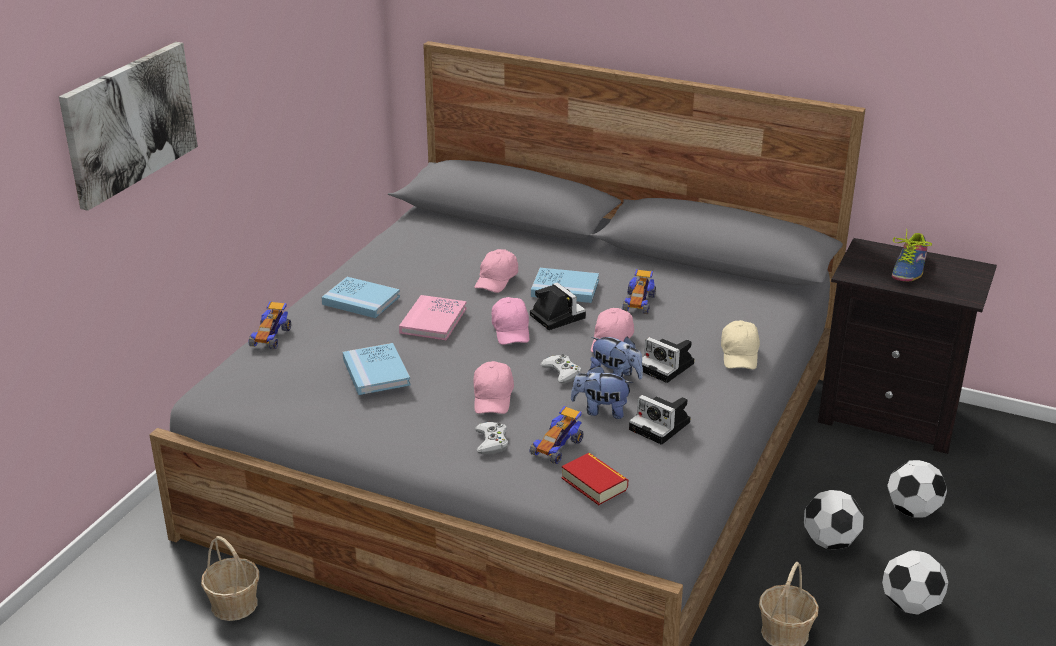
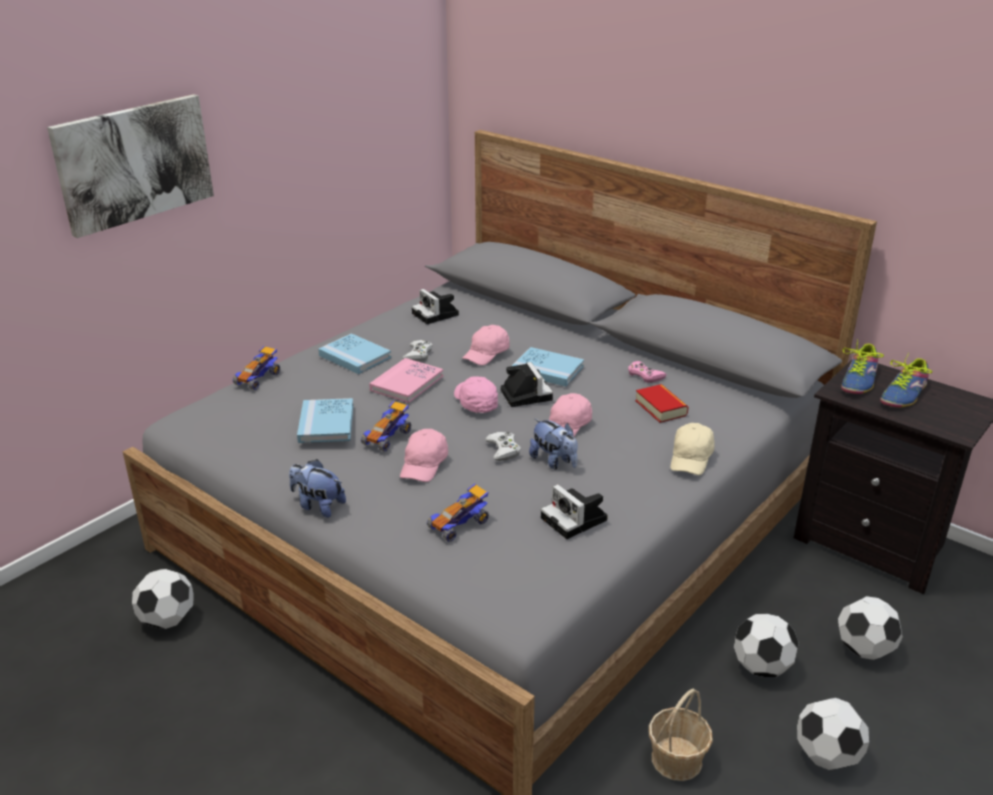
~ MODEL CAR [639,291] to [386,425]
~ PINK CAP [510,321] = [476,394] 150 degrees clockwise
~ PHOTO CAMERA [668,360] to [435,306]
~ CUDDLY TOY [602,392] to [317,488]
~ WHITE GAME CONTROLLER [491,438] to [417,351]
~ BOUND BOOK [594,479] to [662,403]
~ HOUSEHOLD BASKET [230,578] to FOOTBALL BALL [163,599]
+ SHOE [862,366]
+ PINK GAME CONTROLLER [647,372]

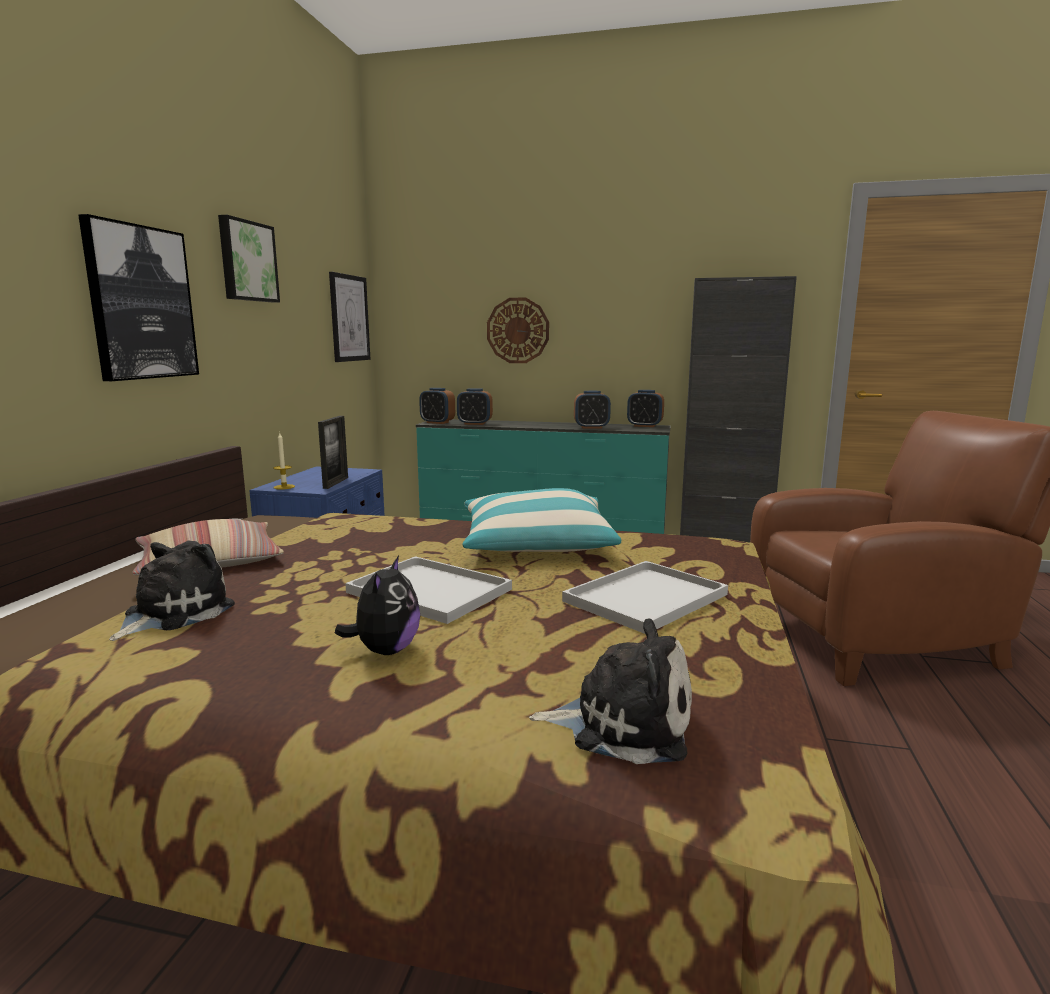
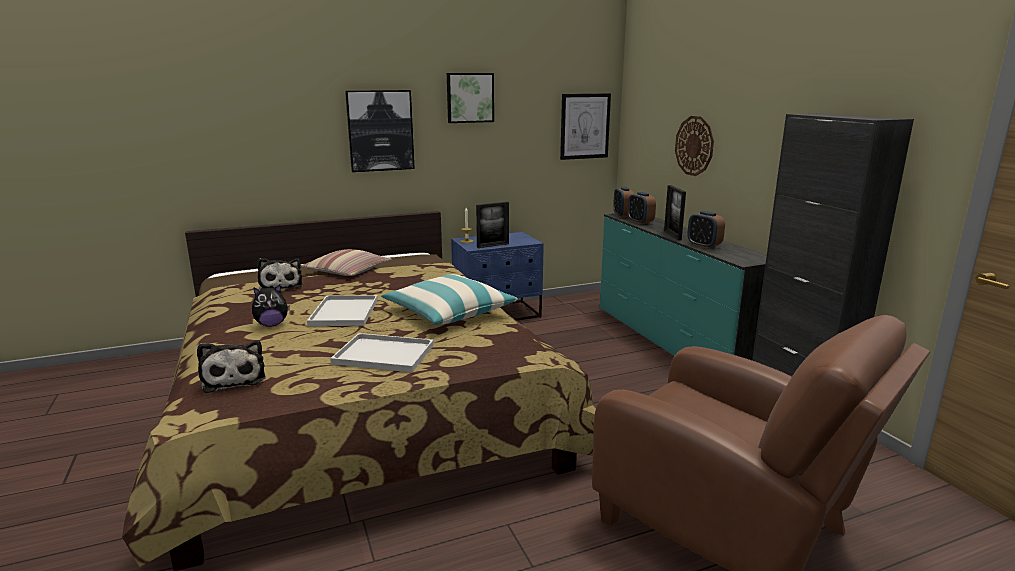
- BEDSIDE CLOCK [645,408]
~ CUDDLY TOY [172,590] = [280,274] 75 degrees clockwise
+ PICTURE FRAME [675,212]

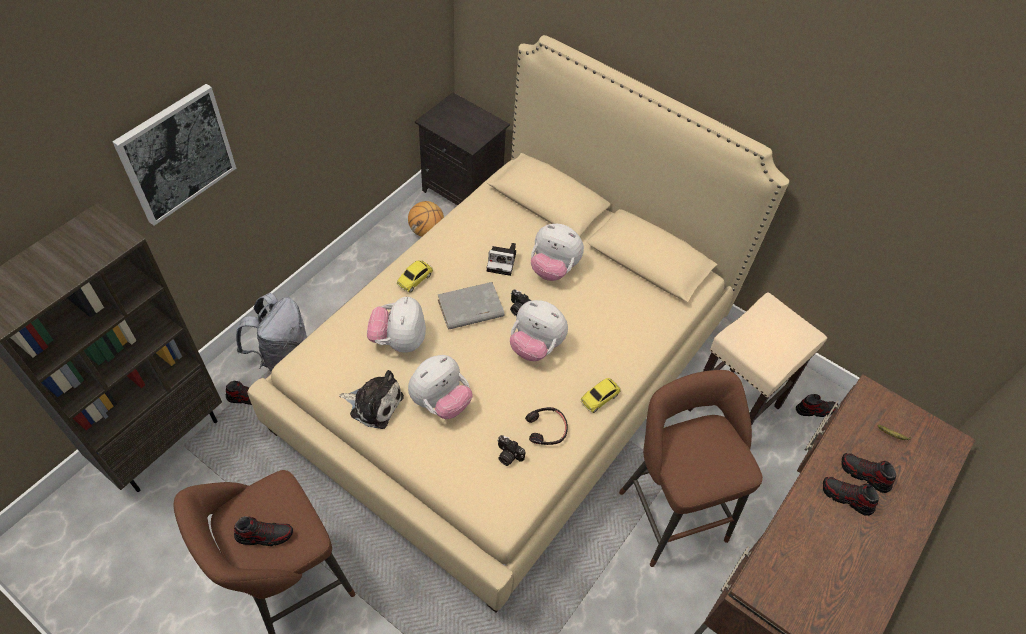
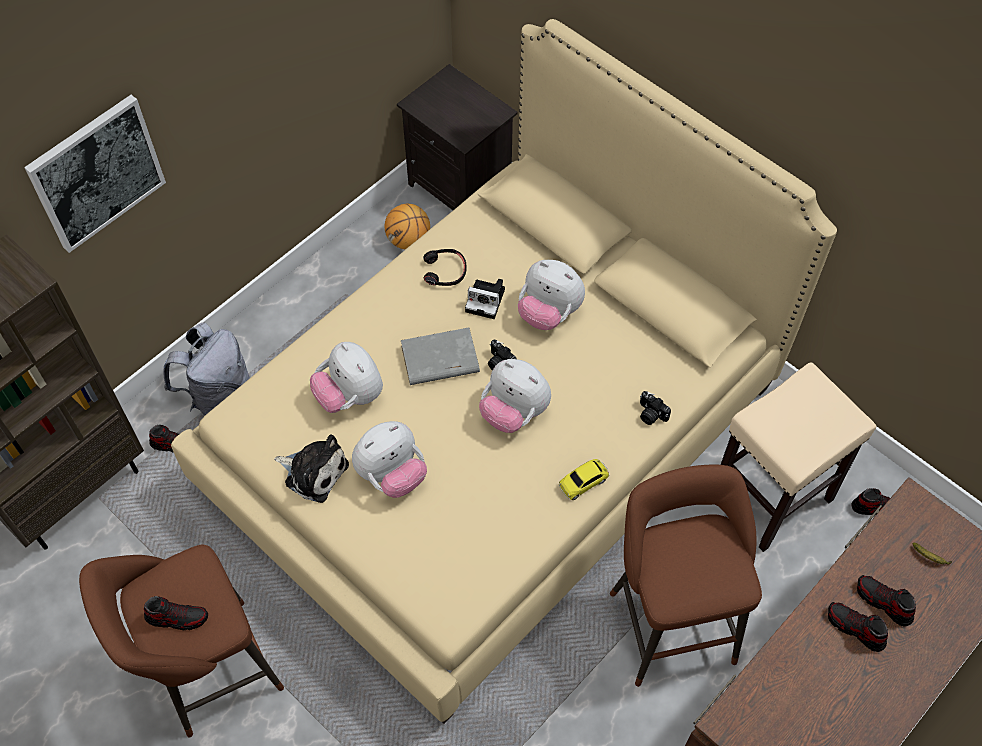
- MODEL CAR [415,276]
~ CUDDLY TOY [396,325] = [346,377] 45 degrees counterclockwise
~ BLACKISH HEADPHONES [546,426] to [445,267]
~ PHOTO CAMERA [511,450] to [655,408]

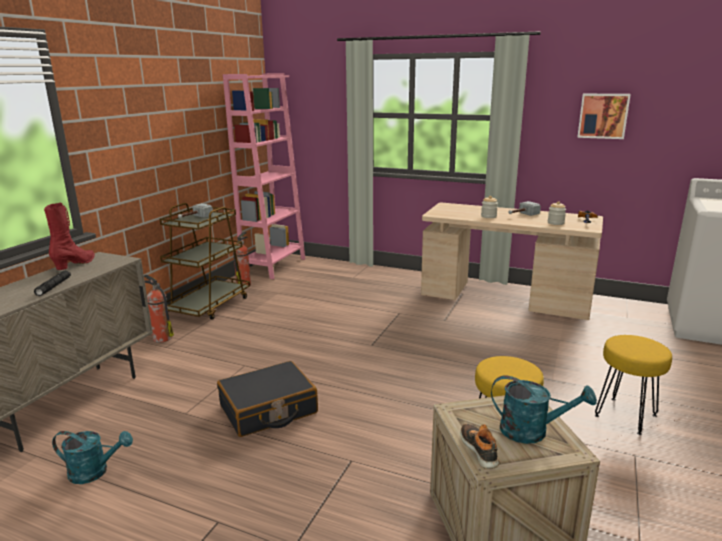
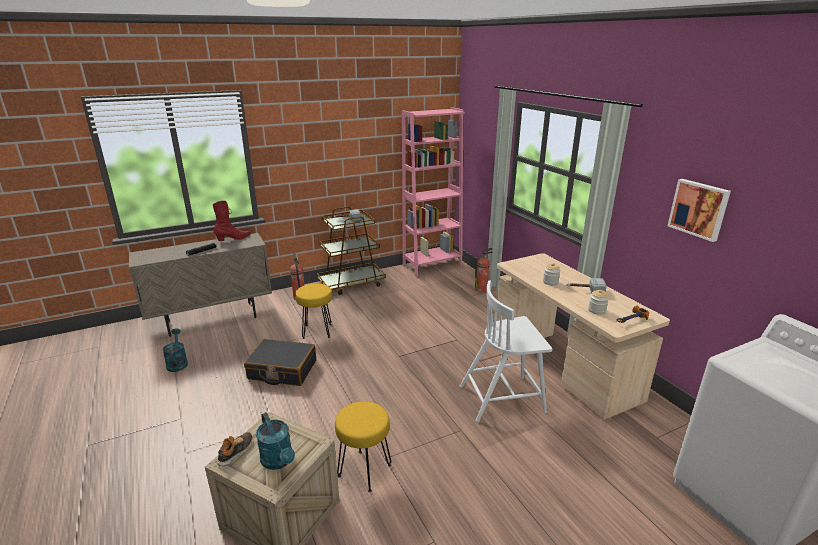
~ FIRE-FIGHTING CYLINDER [242,259] to [484,270]
~ YELLOW SITTING STOOL [633,385] to [313,311]
~ TURQUOISE-COLOURED WATERING POT [92,457] = [175,350] 150 degrees counterclockwise
+ WHITE PLAIN CHAIR [505,351]

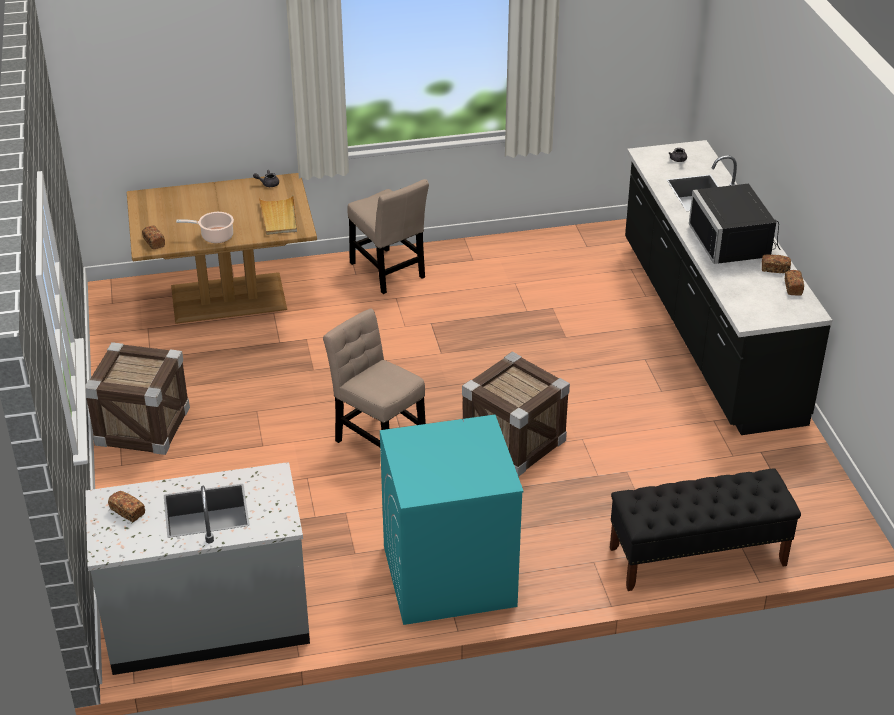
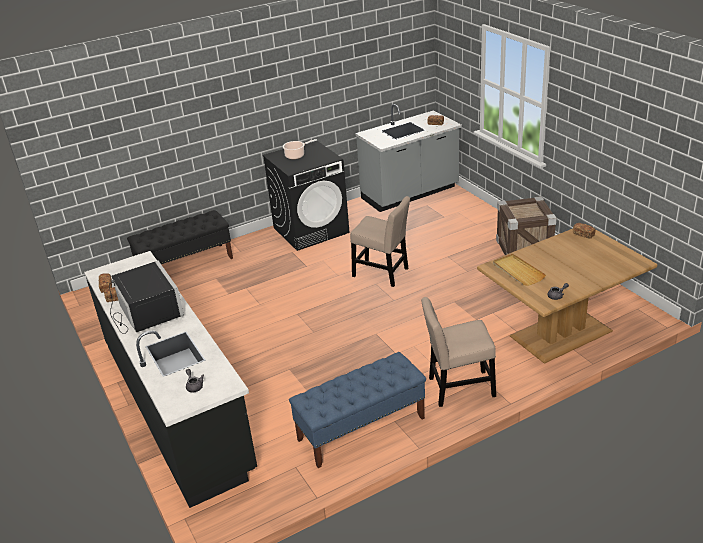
~ SAND-COLOURED PLAIN CHAIR [388,236] = [458,352] 45 degrees counterclockwise
~ COOKING POT [205,227] to [300,149]
- CRATE [516,414]
~ TURQUOISE-COLOURED LAUNDRY APPLIANCE [452,520] to BLACKISH LAUNDRY APPLIANCE [306,196]
+ BLUE-COLOURED INDOOR BENCH [357,410]

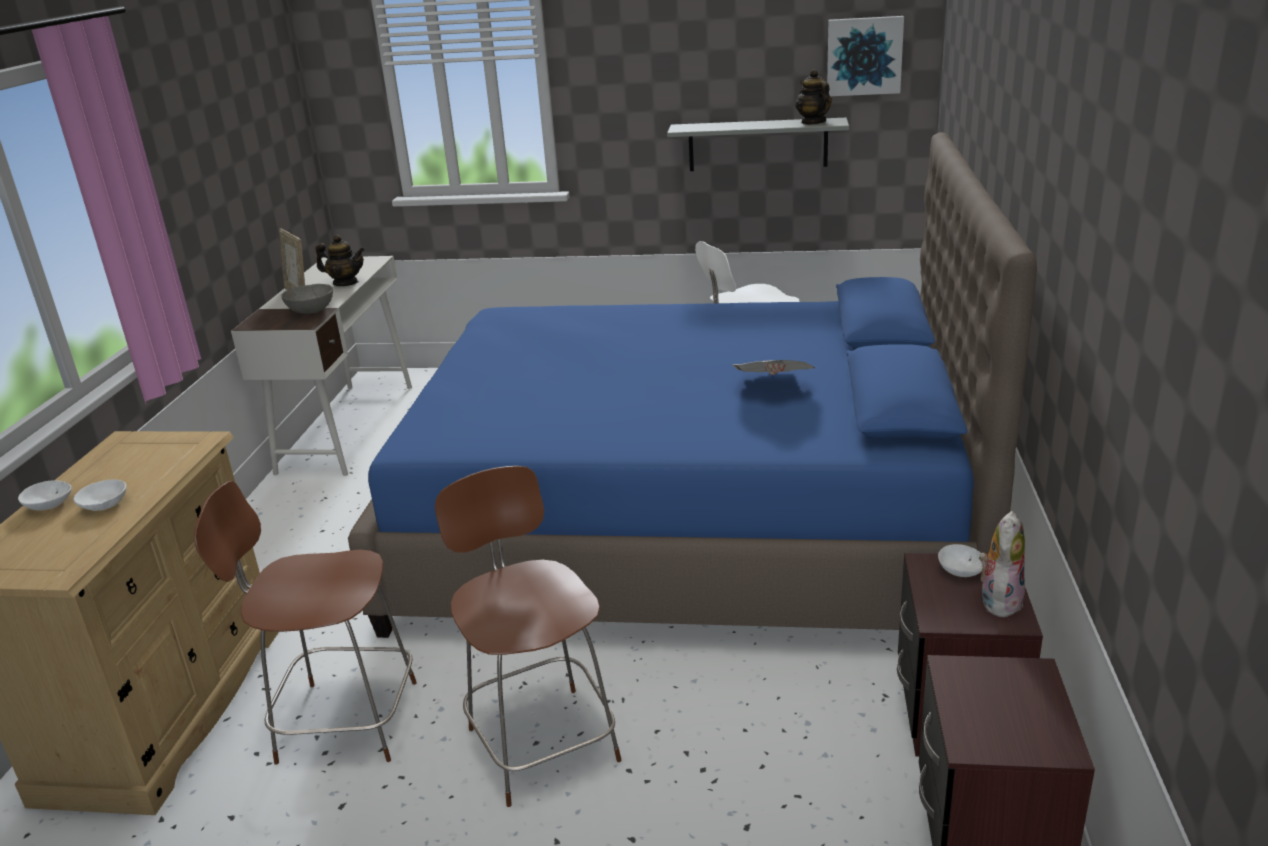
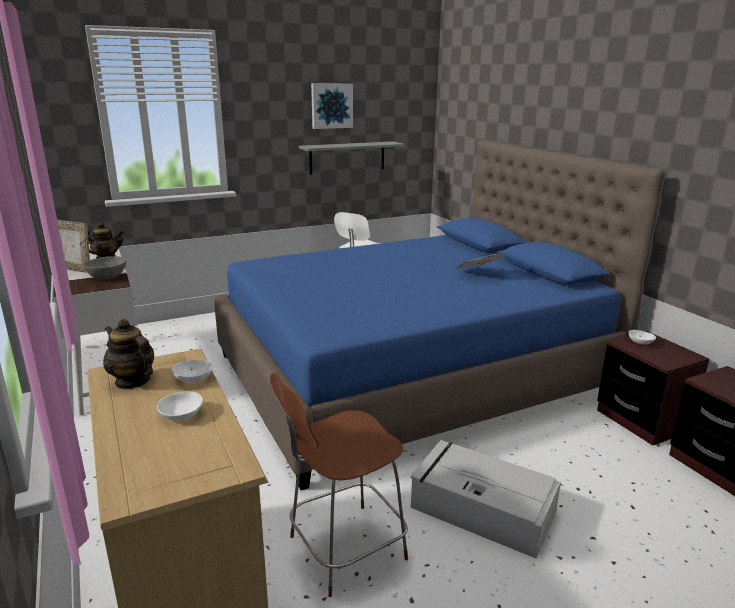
~ WALL PICTURE [865,56] to [332,106]
~ TEA POT [814,97] to [128,354]
~ BROWNISH PLAIN CHAIR [528,636] to GRAY STORAGE BOX [486,499]
~ WHITE SERVING BOWL [45,495] to [192,371]
- CUDDLY TOY [1002,564]

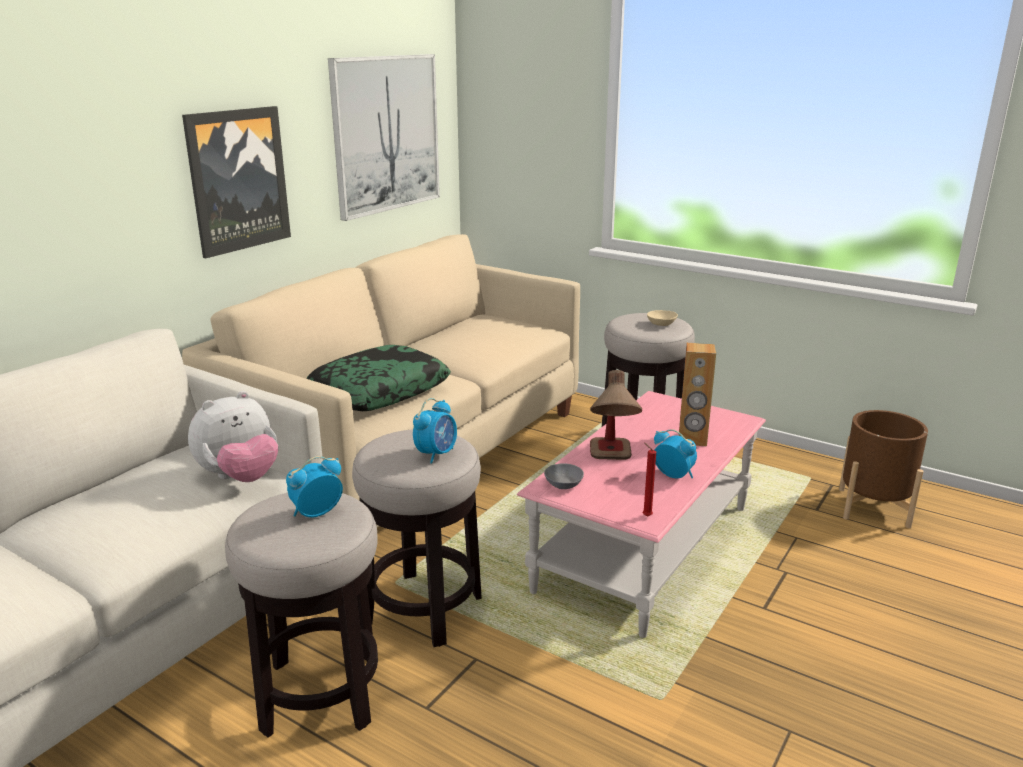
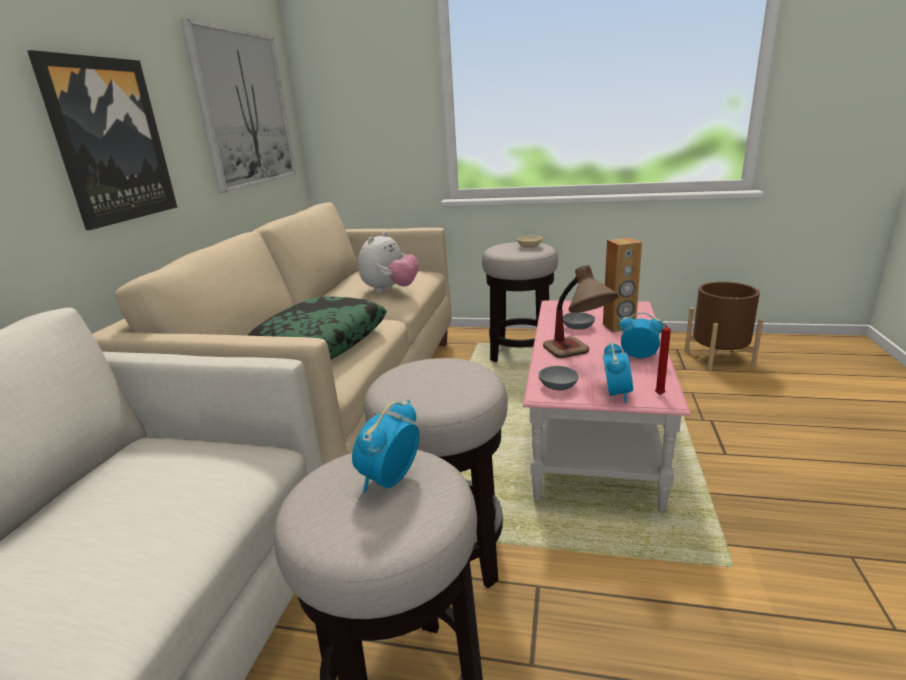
~ CUDDLY TOY [233,436] to [388,262]
~ BEDSIDE CLOCK [435,431] to [618,372]
+ GRAY SERVING BOWL [579,321]

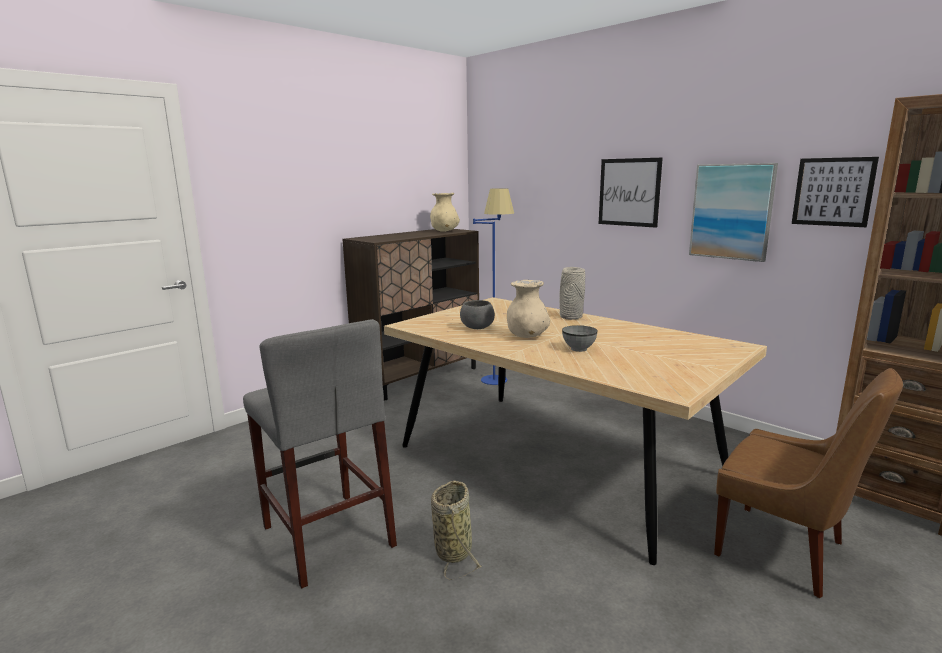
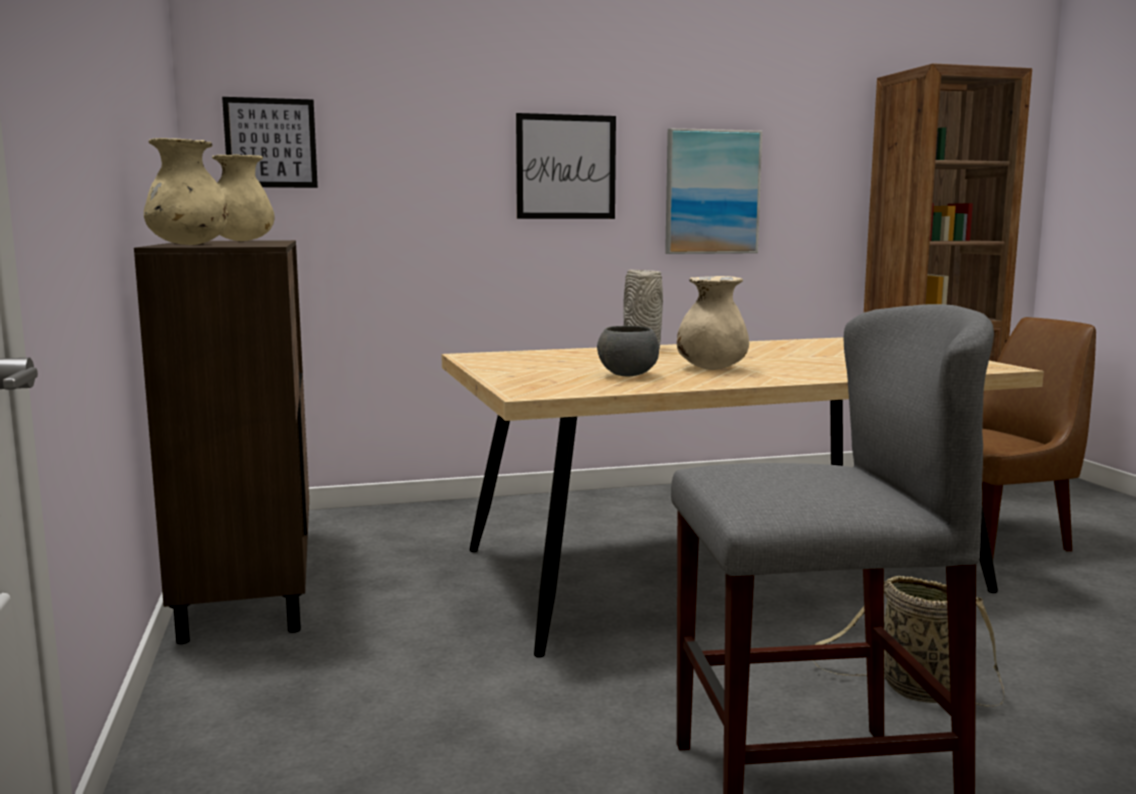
~ WALL PICTURE [835,192] to [270,142]
- BLUE-COLOURED STANDING LAMP [493,286]
- GRAY SERVING BOWL [579,338]
+ SAND-COLOURED VASE [186,191]

